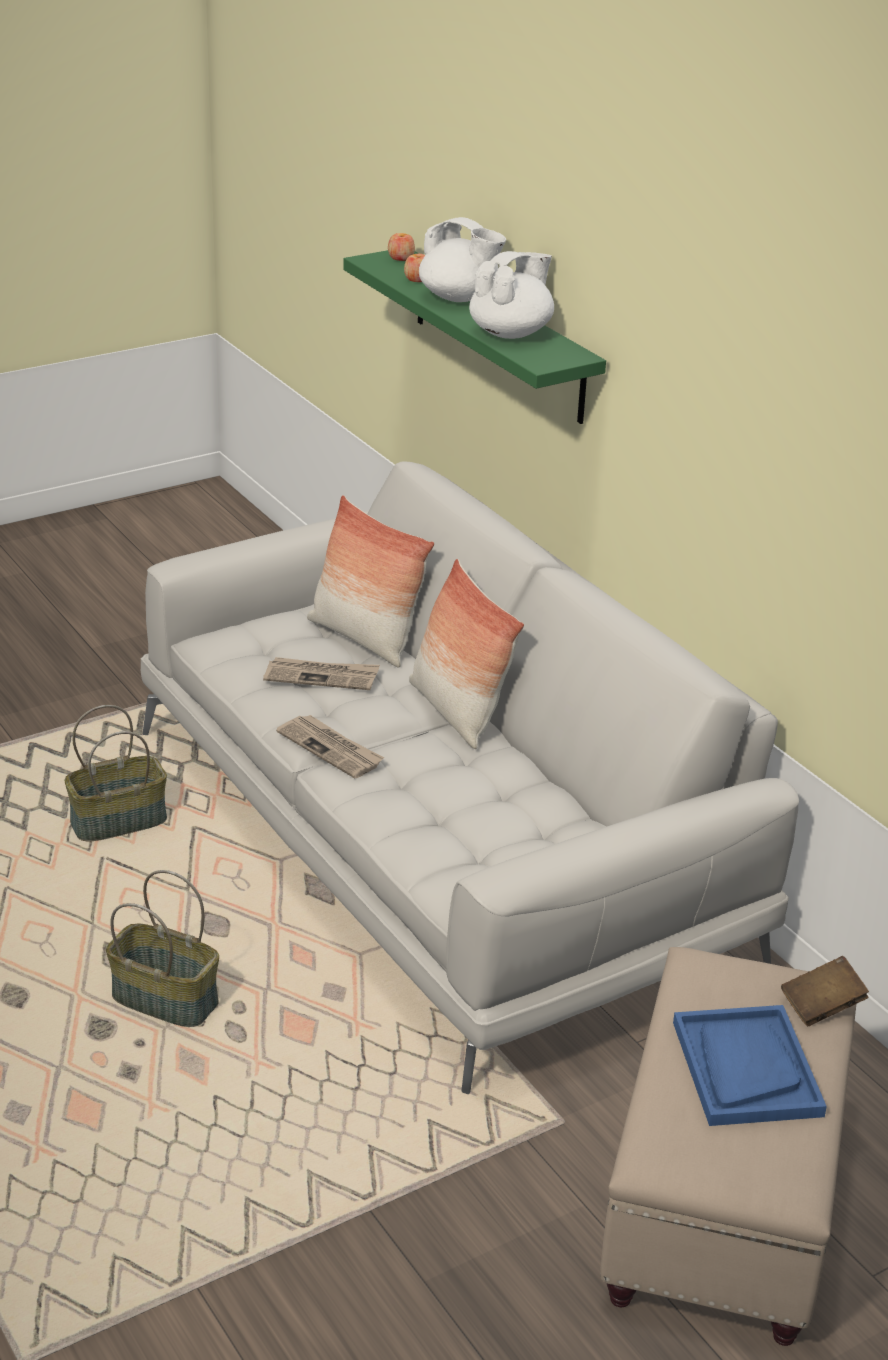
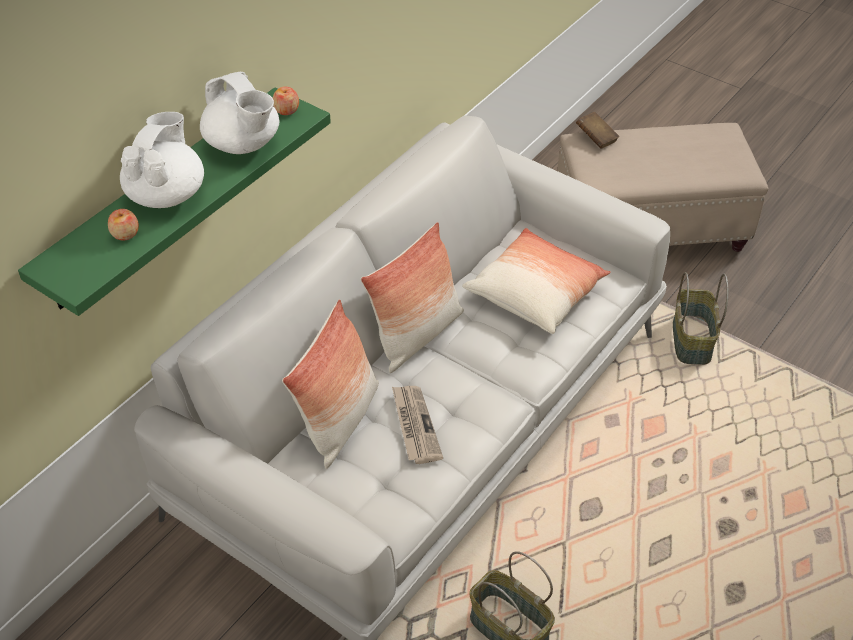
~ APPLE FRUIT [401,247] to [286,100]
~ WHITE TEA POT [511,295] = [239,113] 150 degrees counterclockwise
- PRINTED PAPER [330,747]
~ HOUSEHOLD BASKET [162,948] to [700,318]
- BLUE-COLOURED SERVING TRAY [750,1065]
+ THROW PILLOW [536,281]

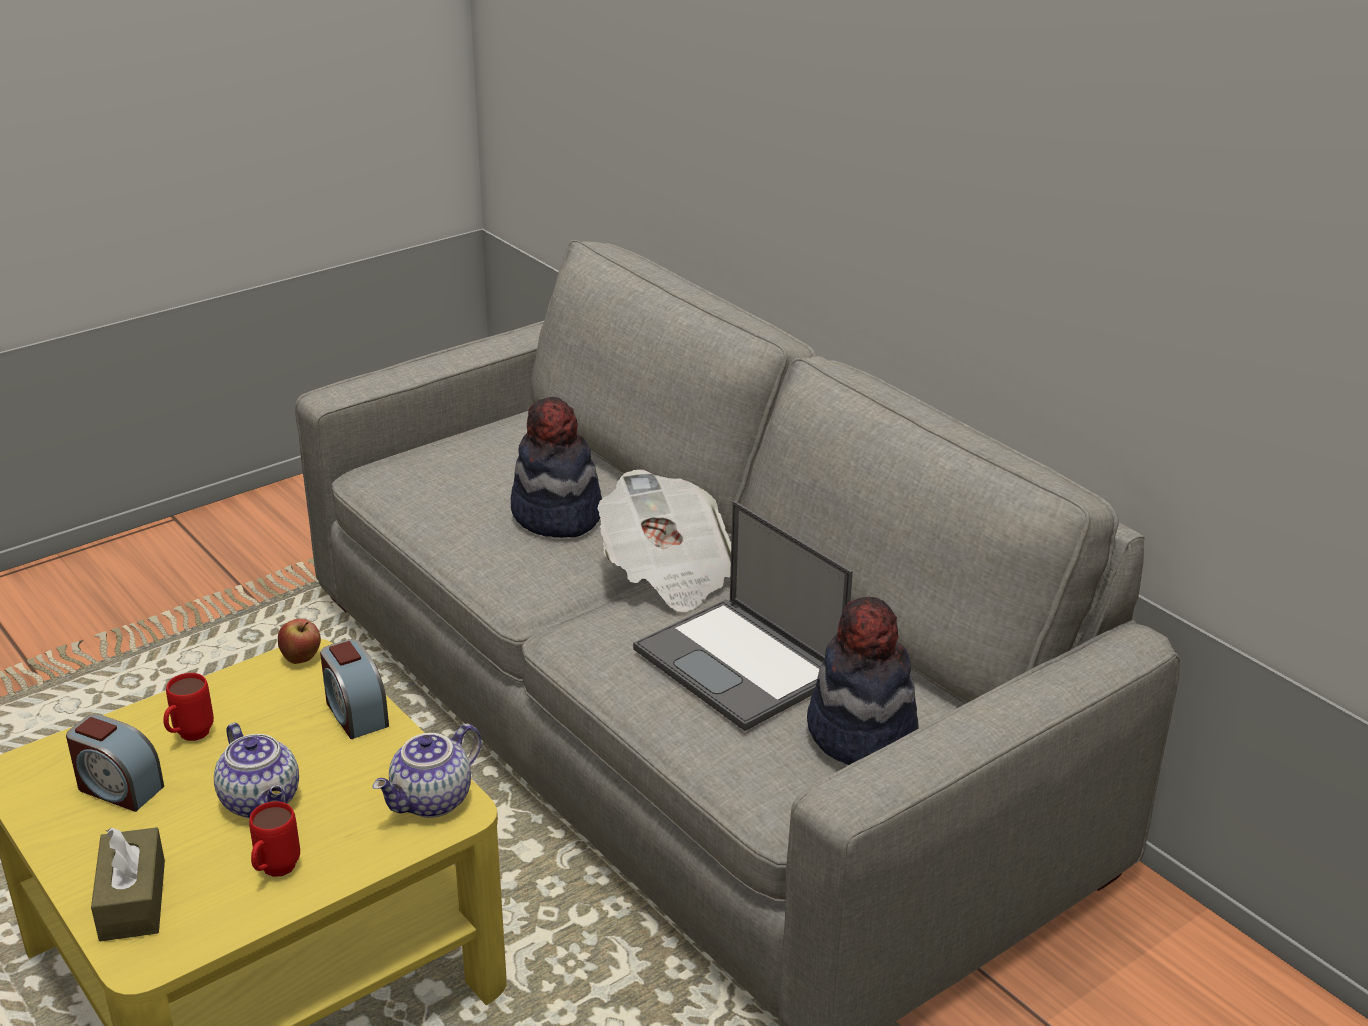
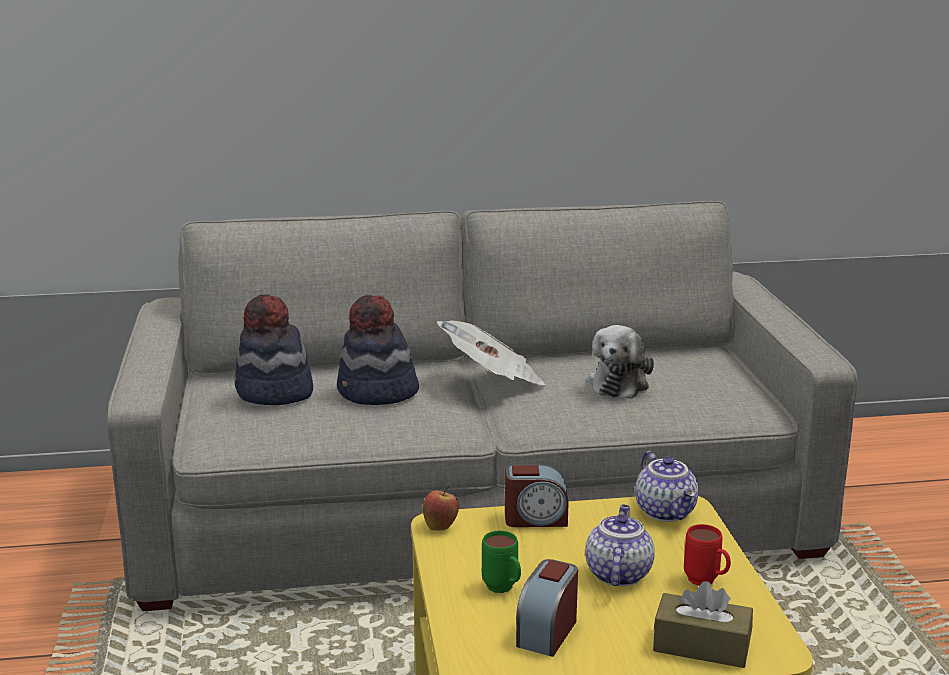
~ LAPTOP [743,616] to CUDDLY TOY [620,362]
~ WEARABLE HAT [863,681] to [273,350]
~ RED MUG [188,707] to GREENISH MUG [501,562]
~ BEDSIDE CLOCK [115,763] = [547,608] 150 degrees clockwise
~ TEA POT [256,770] = [620,545] 75 degrees counterclockwise

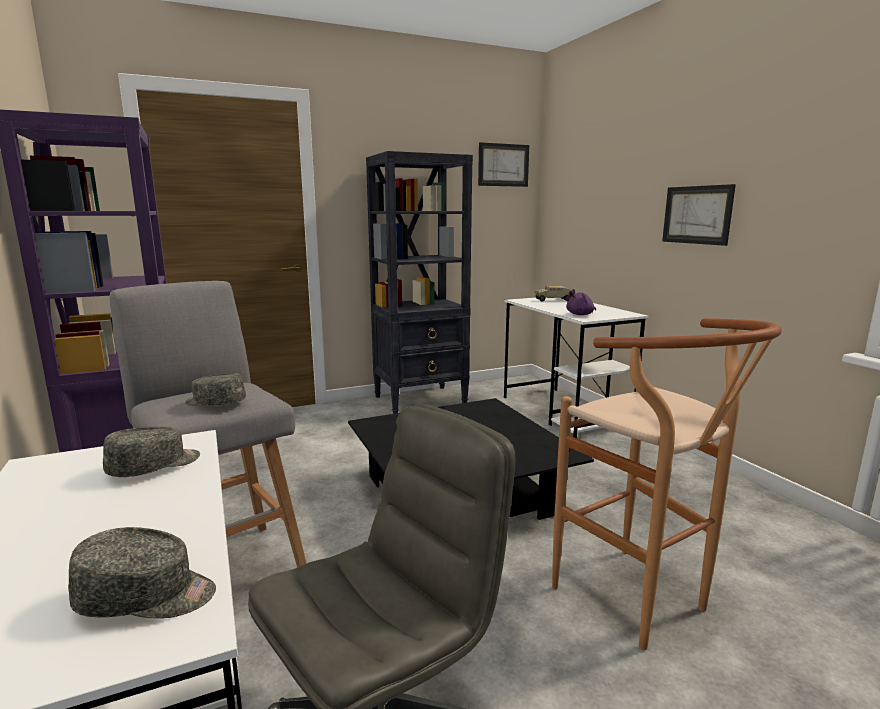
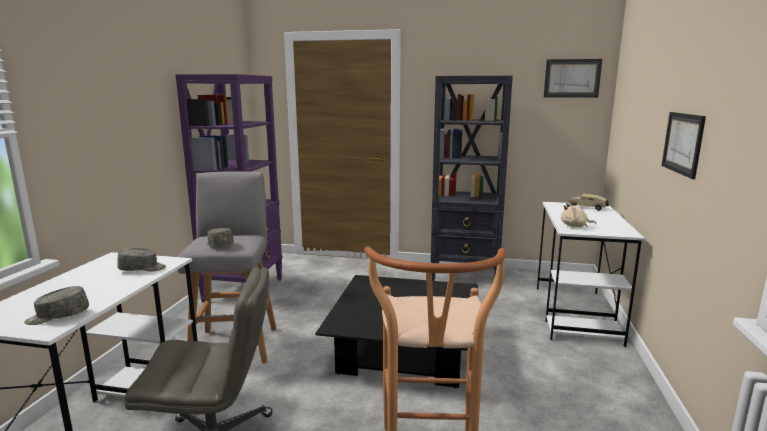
~ PURPLISH CUDDLY TOY [581,302] to SAND-COLOURED CUDDLY TOY [578,214]
~ GRAY CAP [142,573] = [56,305] 120 degrees clockwise

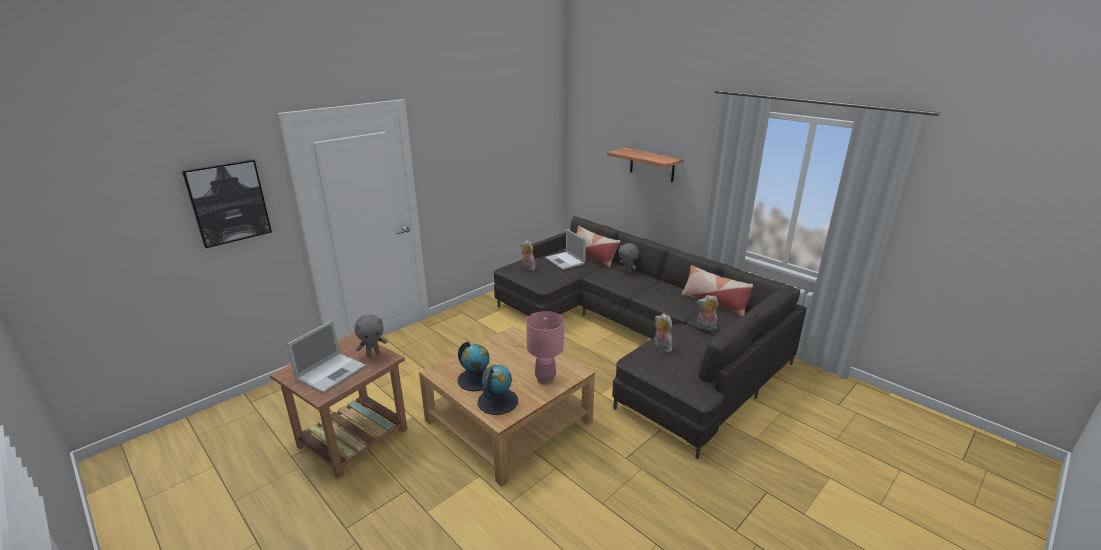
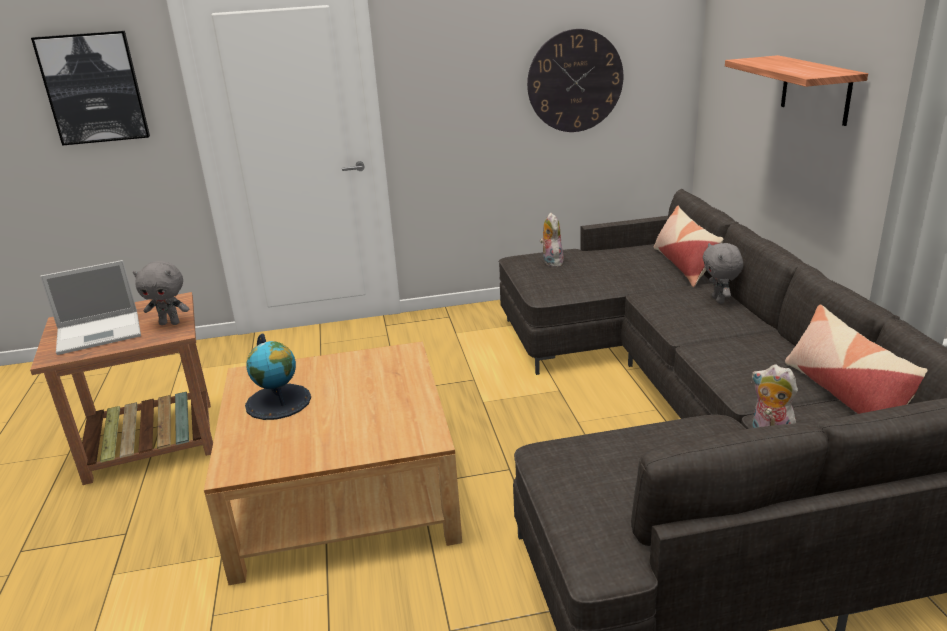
- LAPTOP [565,249]
- PINK TABLETOP LAMP [545,348]
- CUDDLY TOY [663,333]
- WORLD GLOBE [498,390]
+ CLOCK ON THE WALL [575,80]

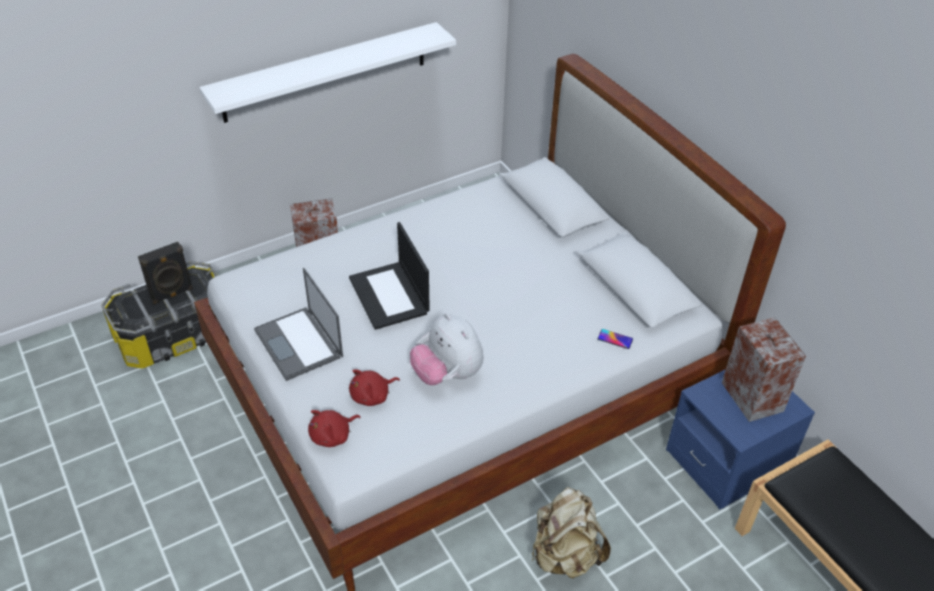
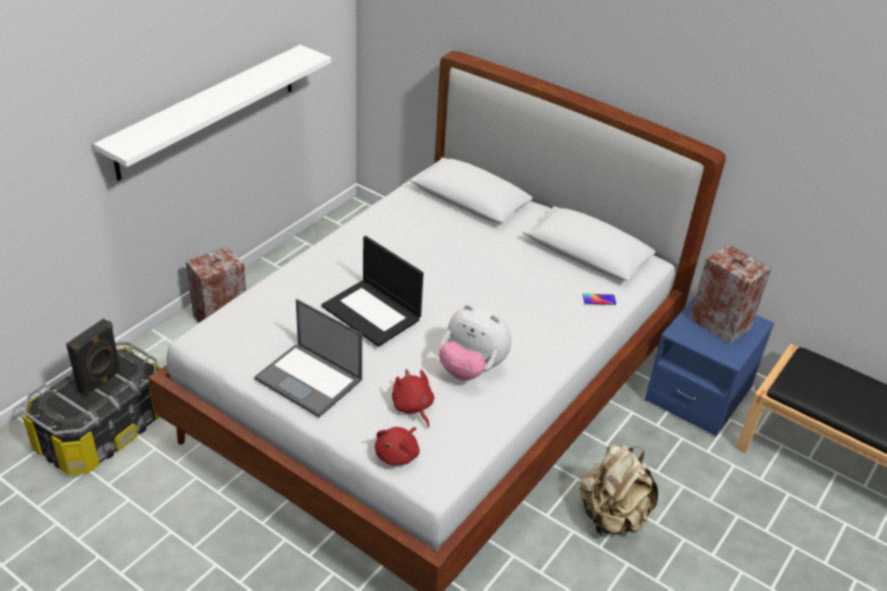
~ RED CUDDLY TOY [374,387] = [413,398] 120 degrees clockwise

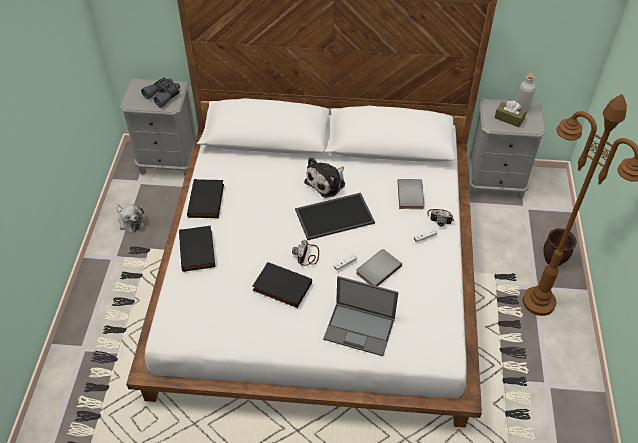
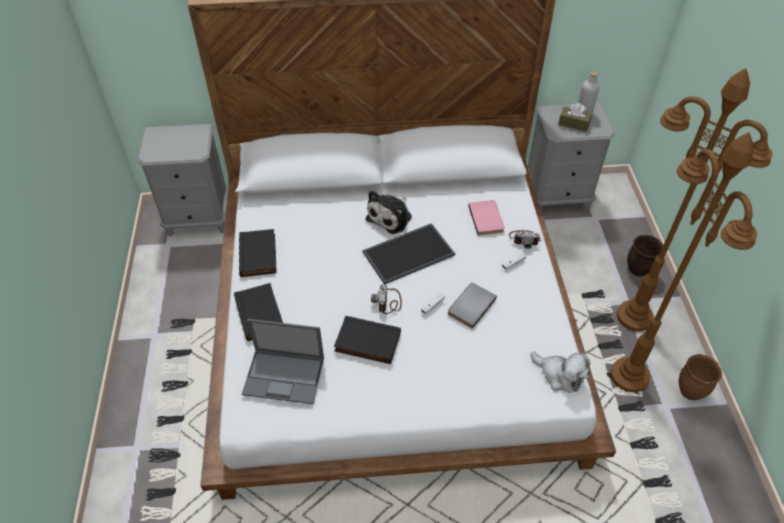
- GRAY BINOCULARS [160,93]
~ GRAY BOUND BOOK [411,194] to PINK BOUND BOOK [486,218]
~ CUDDLY TOY [130,218] to [561,372]
~ LAPTOP [361,316] to [283,361]
+ BROWNISH STANDING LAMP [684,262]
+ BROWNISH PLANTER [700,377]

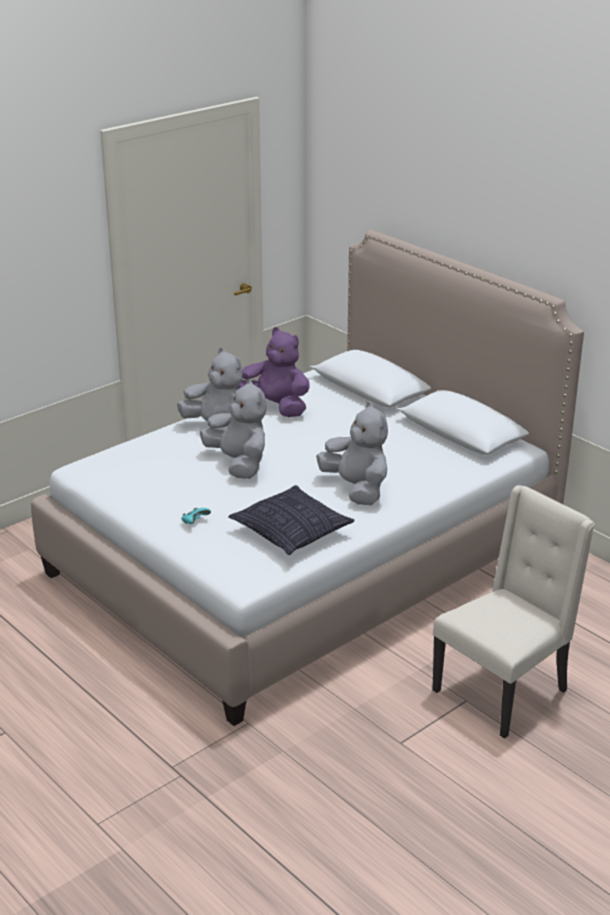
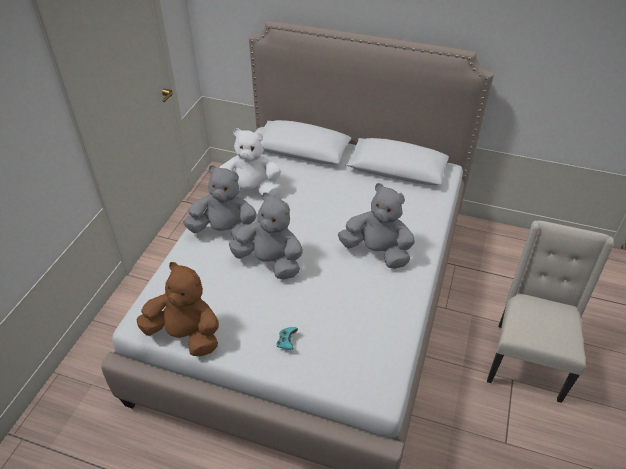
~ PURPLISH CUDDLY TOY [274,372] to WHITE CUDDLY TOY [250,162]
- THROW PILLOW [291,520]
+ BROWNISH CUDDLY TOY [177,309]

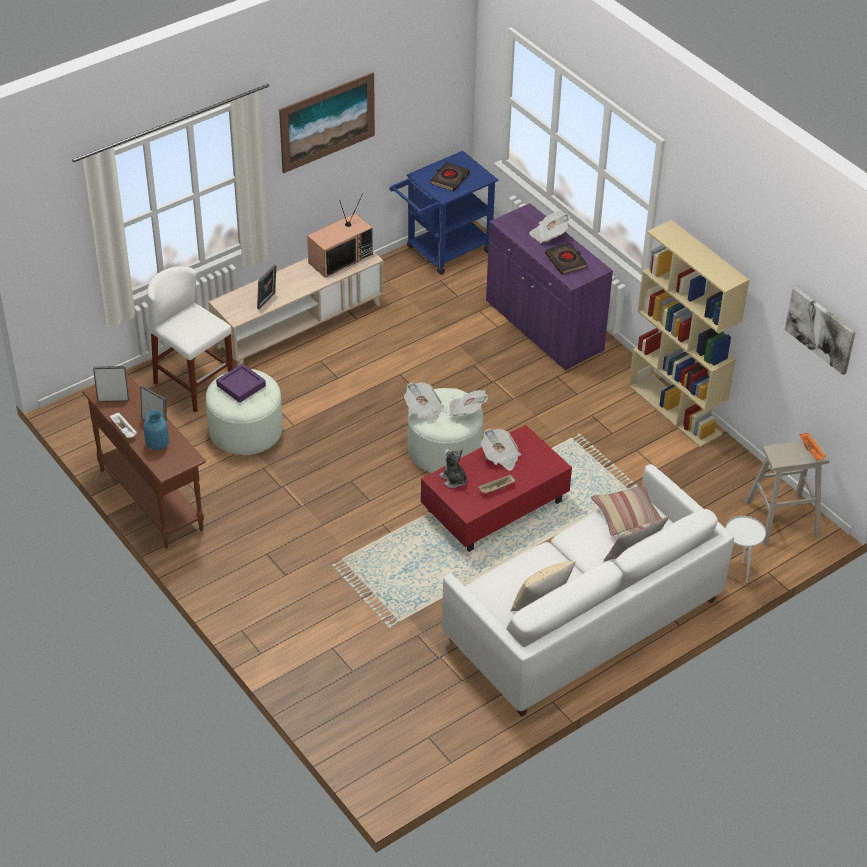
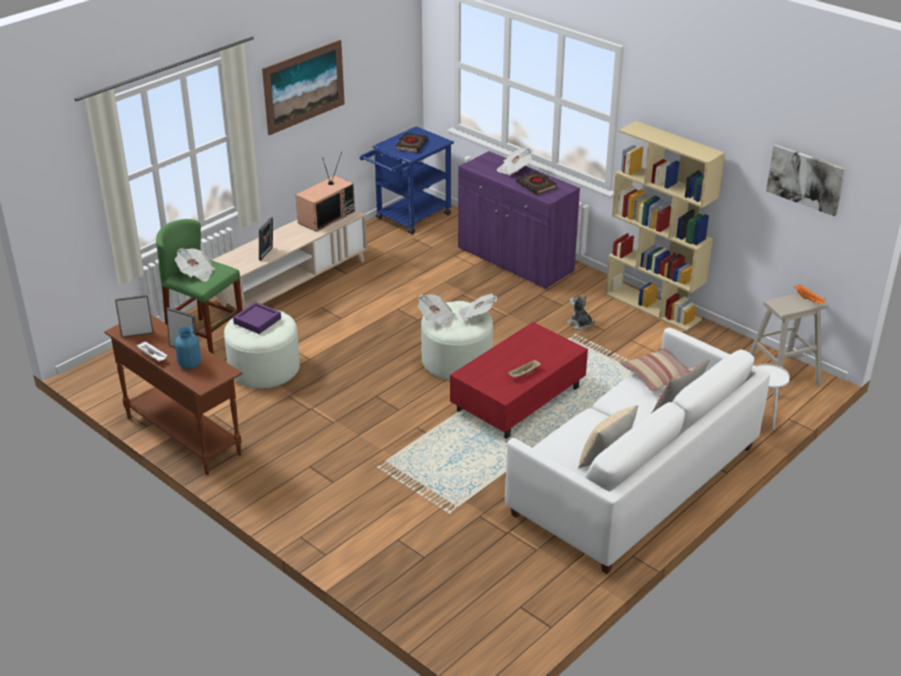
~ WHITE SITTING STOOL [190,339] to GREENISH SITTING STOOL [199,286]
~ PRINTED PAPER [501,450] to [195,264]
~ CUDDLY TOY [453,468] to [581,312]

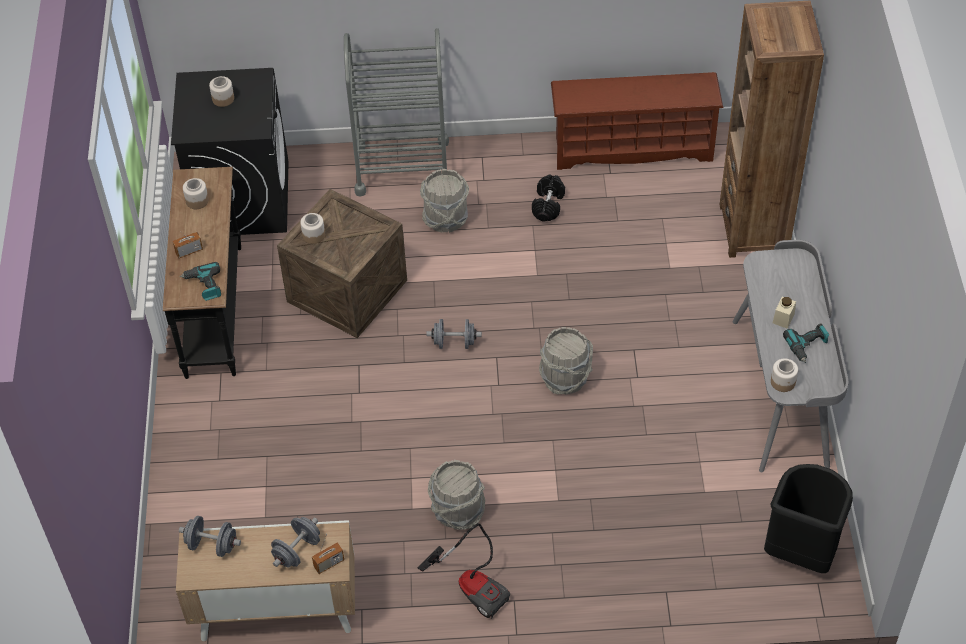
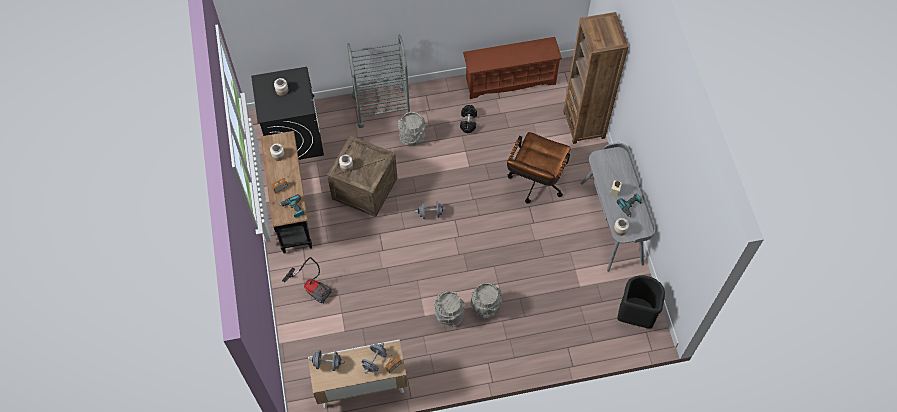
~ GRAY WATER BUCKET [566,361] to [486,300]
~ VACUUM [463,571] to [307,280]
+ BROWNISH COMPUTER CHAIR [539,168]

